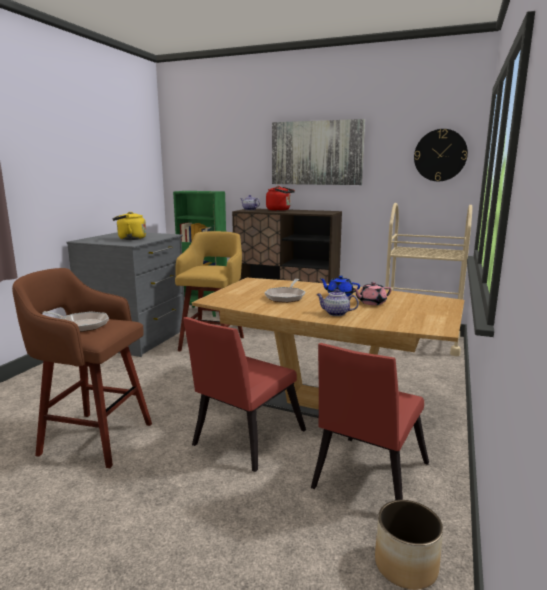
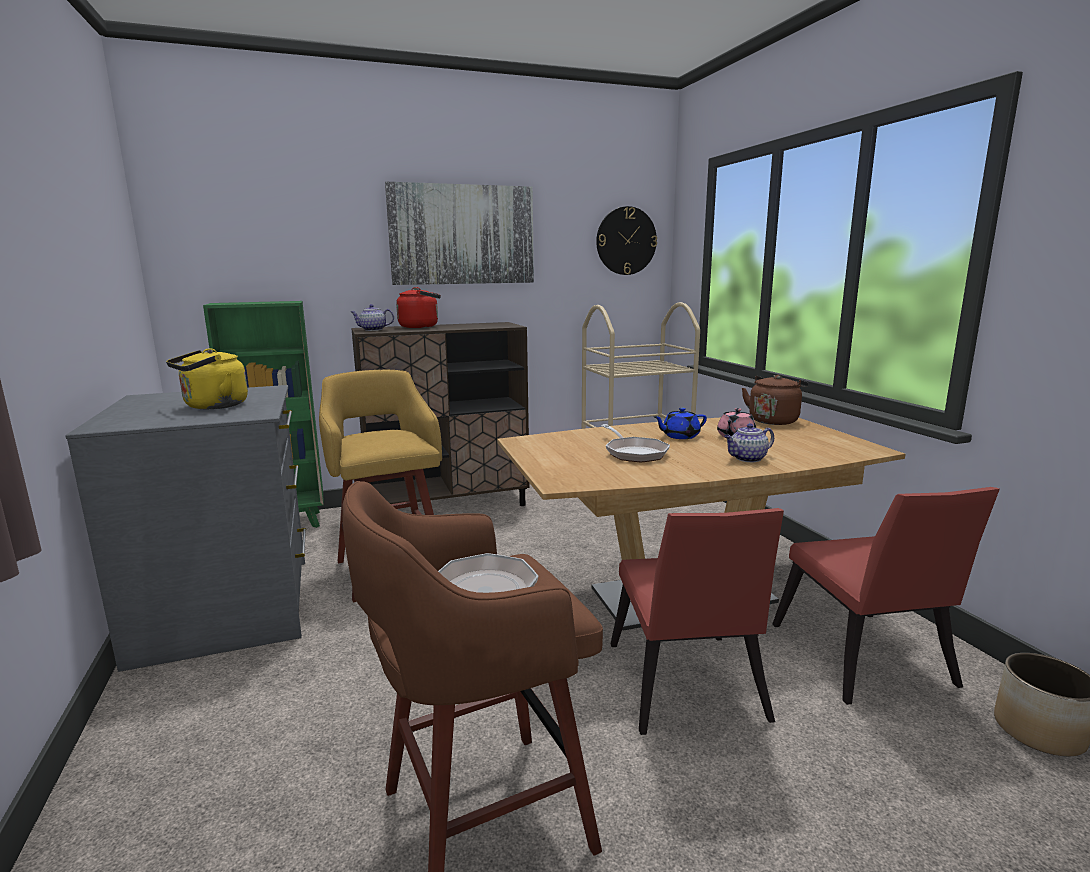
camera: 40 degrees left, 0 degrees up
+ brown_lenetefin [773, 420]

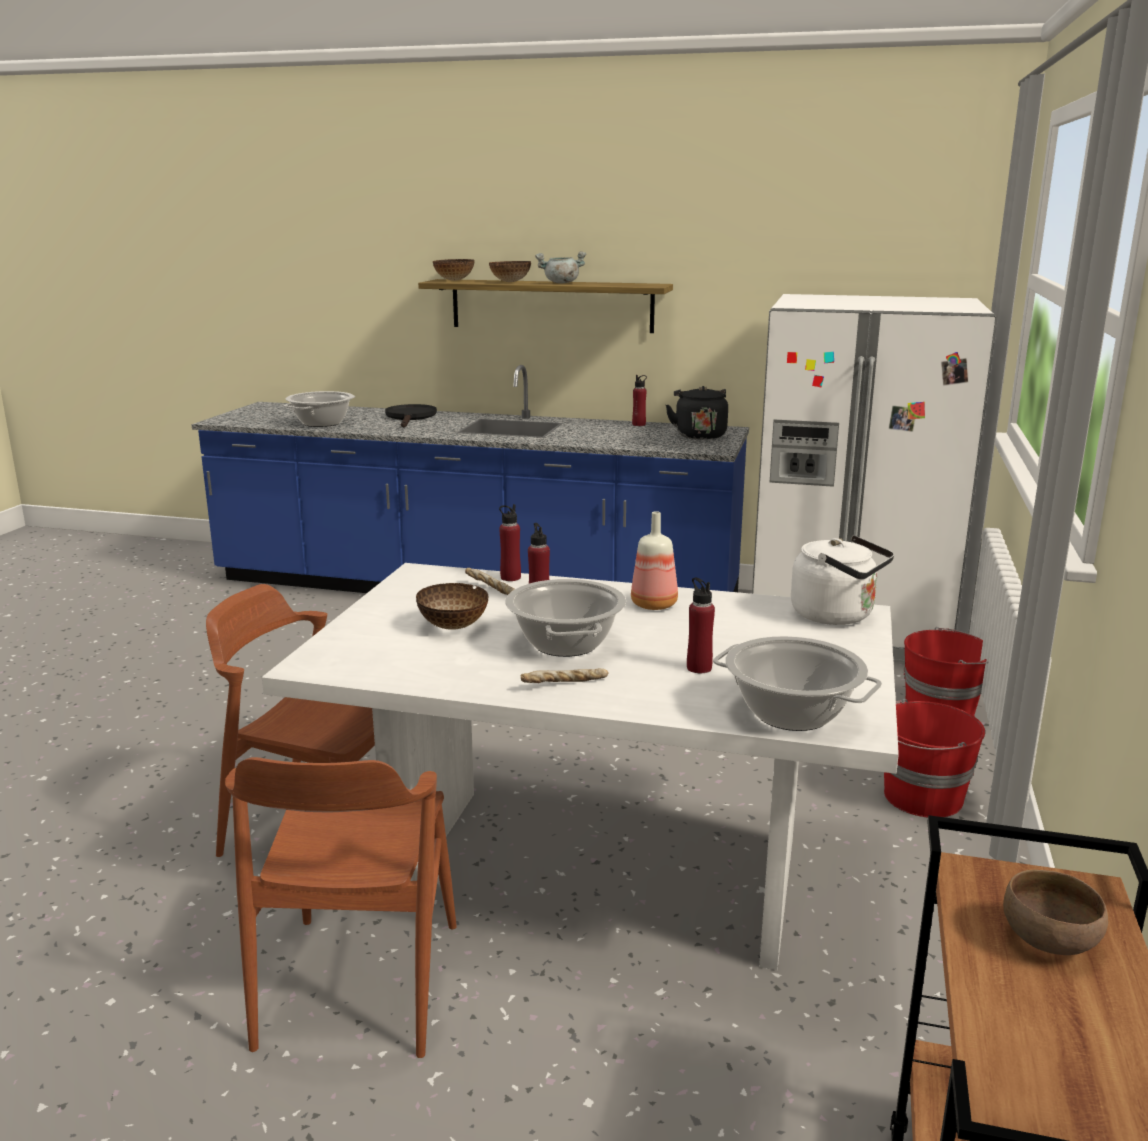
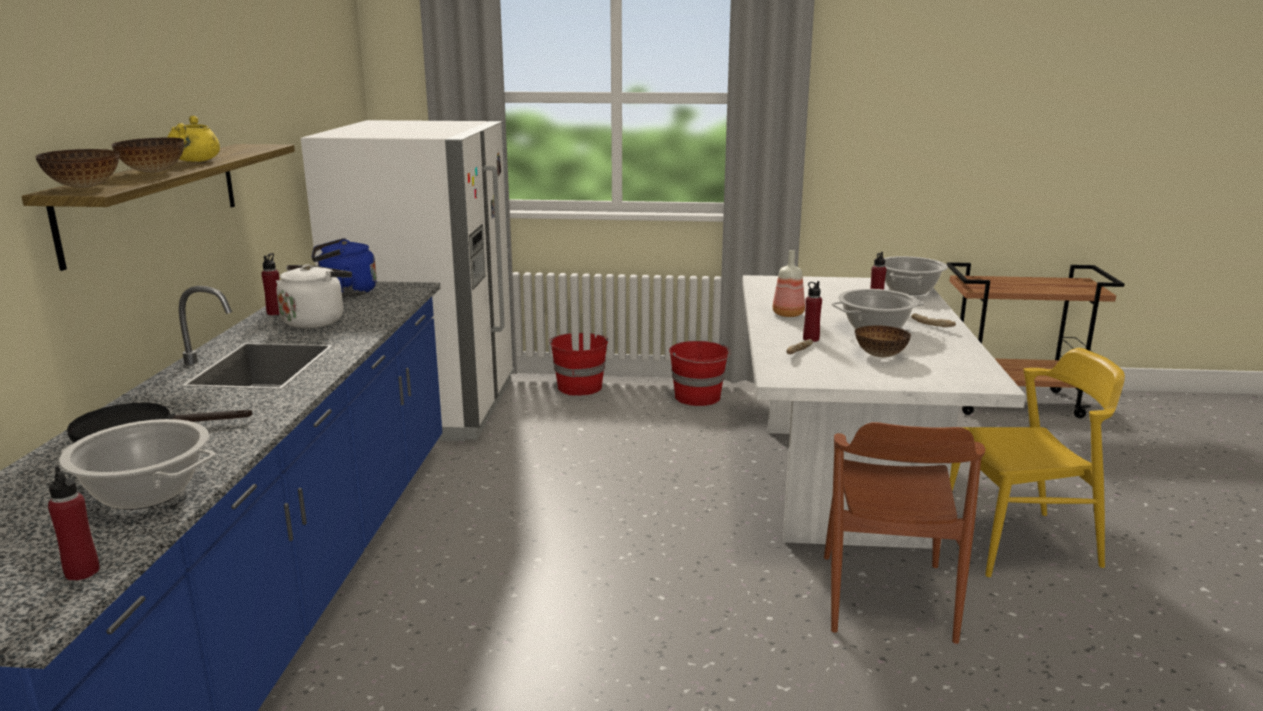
camera: 100 degrees left, 0 degrees up
- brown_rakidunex [1050, 940]
~ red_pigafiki [510, 577] to [82, 572]
~ white_lenetefin [837, 616] to [316, 321]
~ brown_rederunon [359, 984] to yellow_rederunon [1018, 543]
~ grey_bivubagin [561, 283] to yellow_bivubagin [196, 161]
~ black_lenetefin [699, 435] to blue_lenetefin [345, 292]

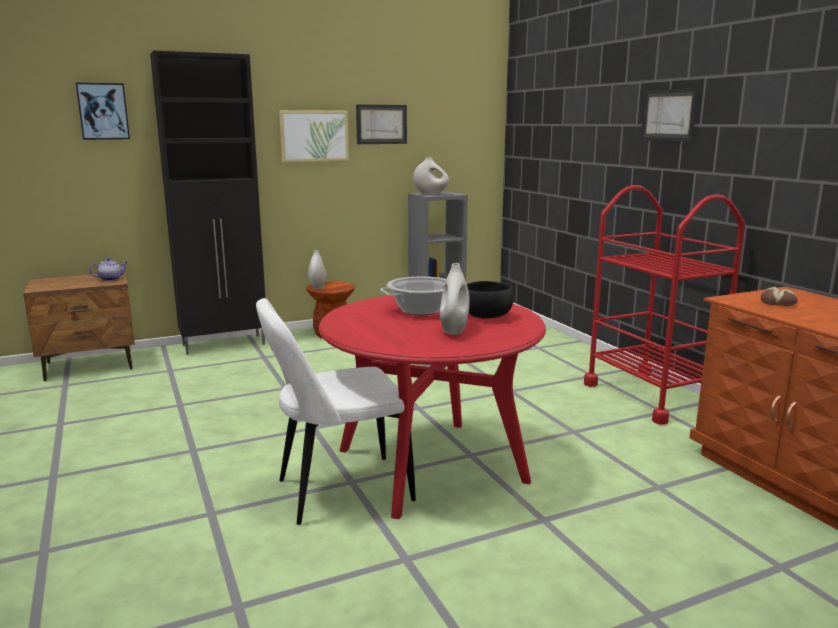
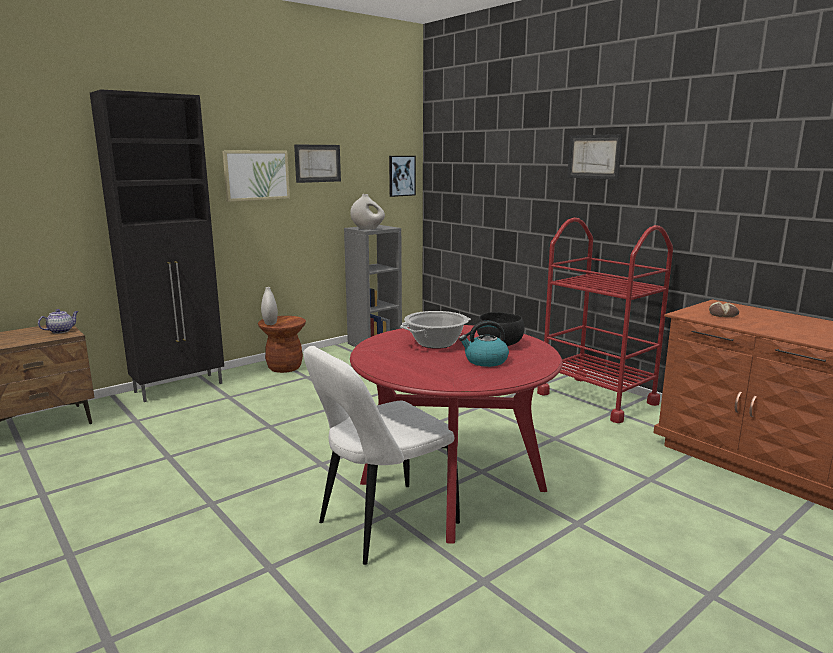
camera: 15 degrees left, 0 degrees up
~ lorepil [103, 111] to [401, 176]
~ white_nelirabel [454, 330] to lenetefin [485, 361]

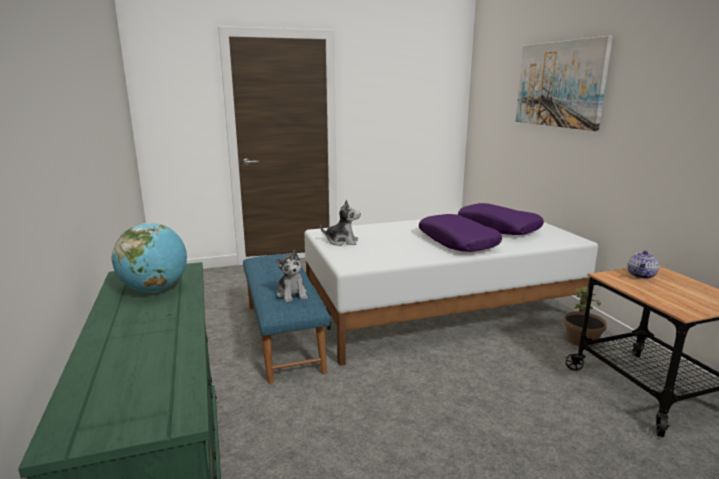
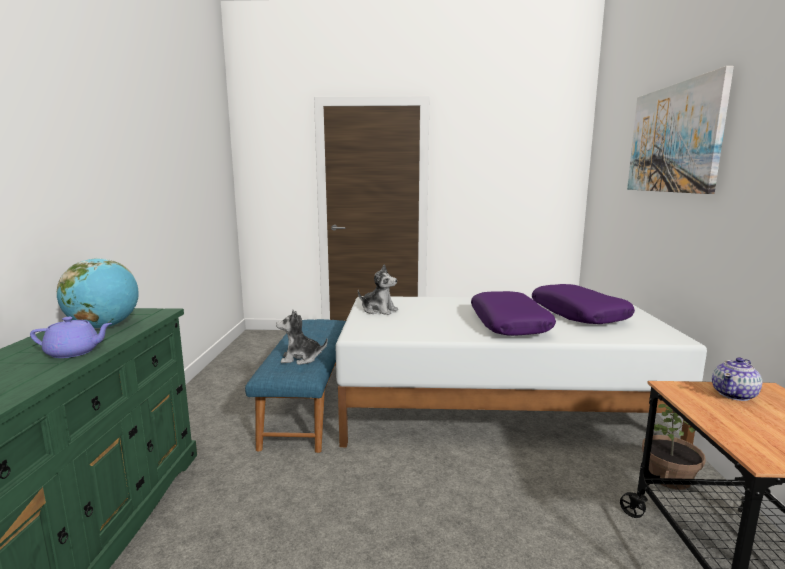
camera: 20 degrees right, 5 degrees down
+ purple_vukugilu [74, 352]
~ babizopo [292, 294] = [300, 358] 90 degrees clockwise

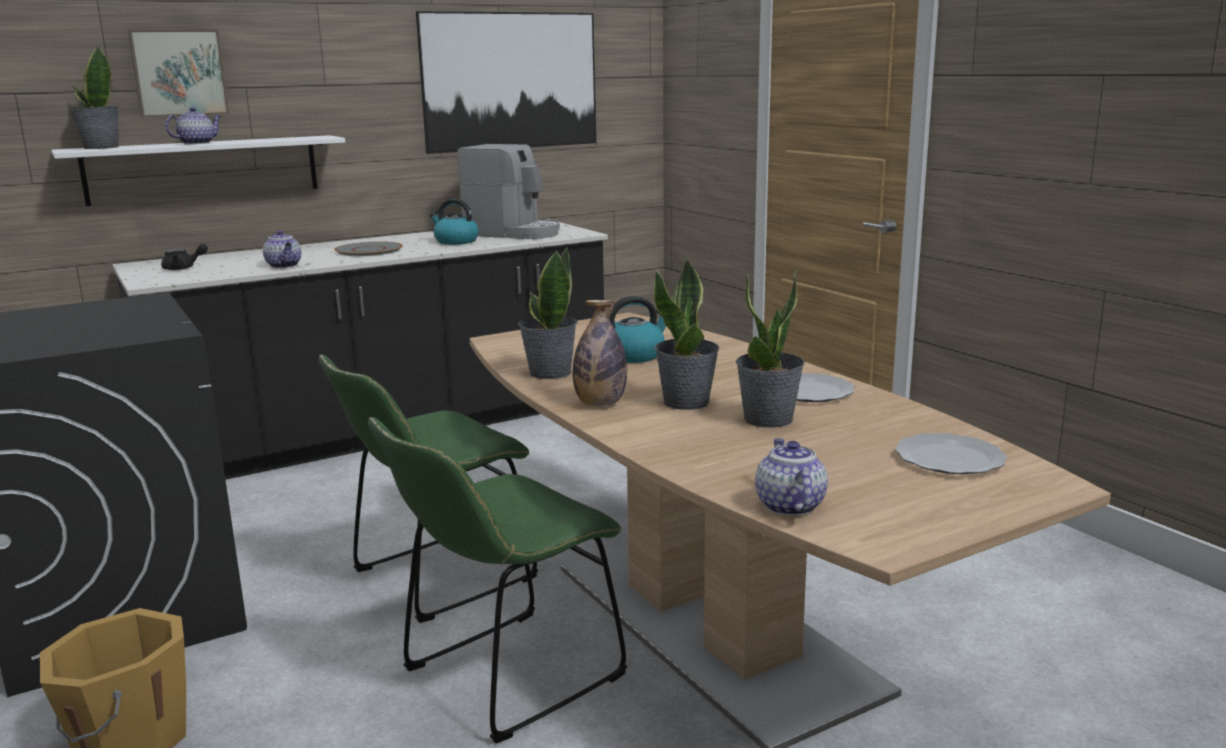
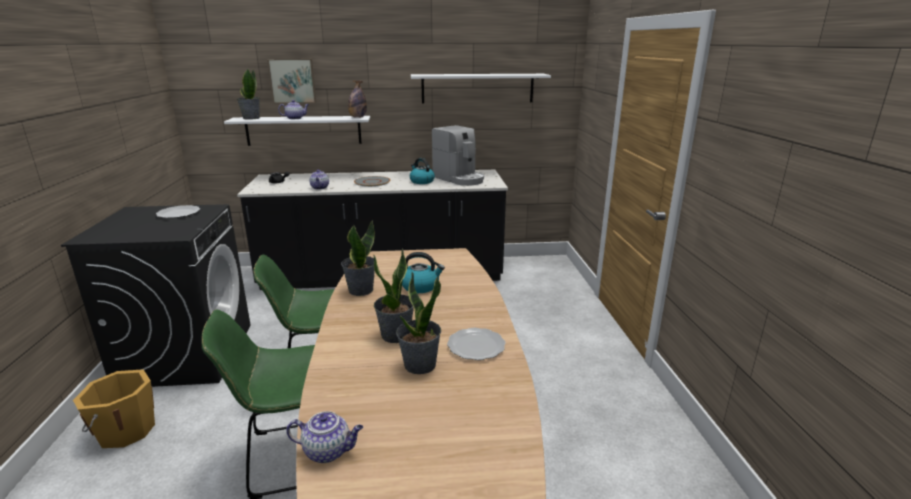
camera: 25 degrees right, 5 degrees up
~ pigafiki [600, 404] to [358, 117]
~ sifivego [951, 459] to [178, 214]
~ lorepil [511, 81] to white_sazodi [477, 88]
~ vukugilu [788, 505] = [328, 451] 75 degrees clockwise

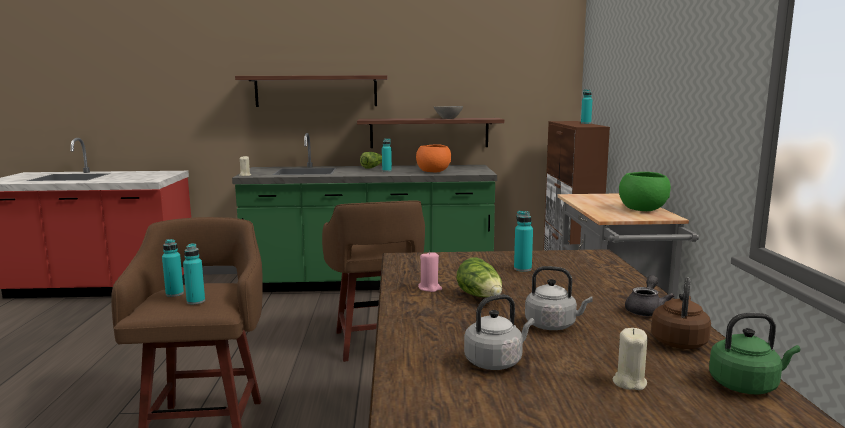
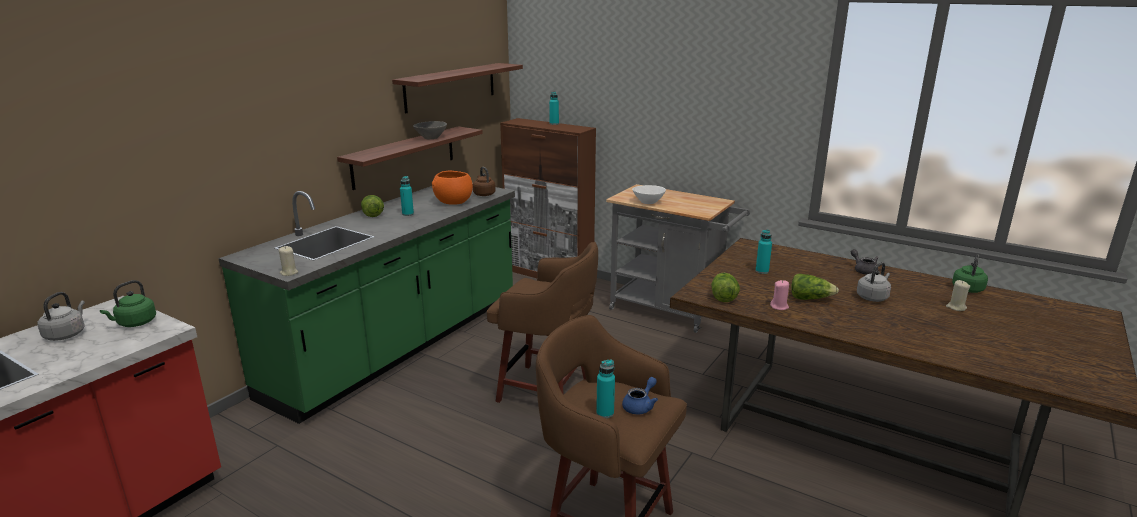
camera: 55 degrees left, 10 degrees up
- green_rakidunex [642, 209]
+ green_lenetefin [135, 323]
+ white_rakidunex [648, 202]
+ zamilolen [723, 296]
~ sazodi [316, 91] to [451, 87]
~ grey_lenetefin [496, 361] to [66, 334]
~ brown_lenetefin [679, 341] to [483, 194]
~ turquoise_pigafiki [196, 301] to blue_vukugilu [640, 406]

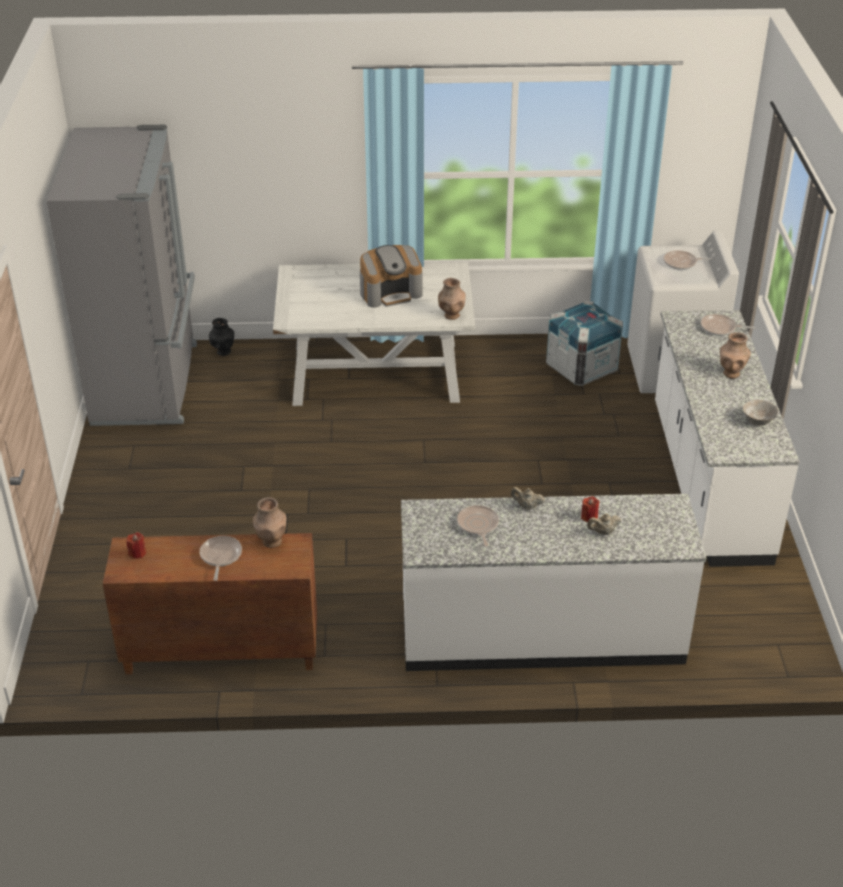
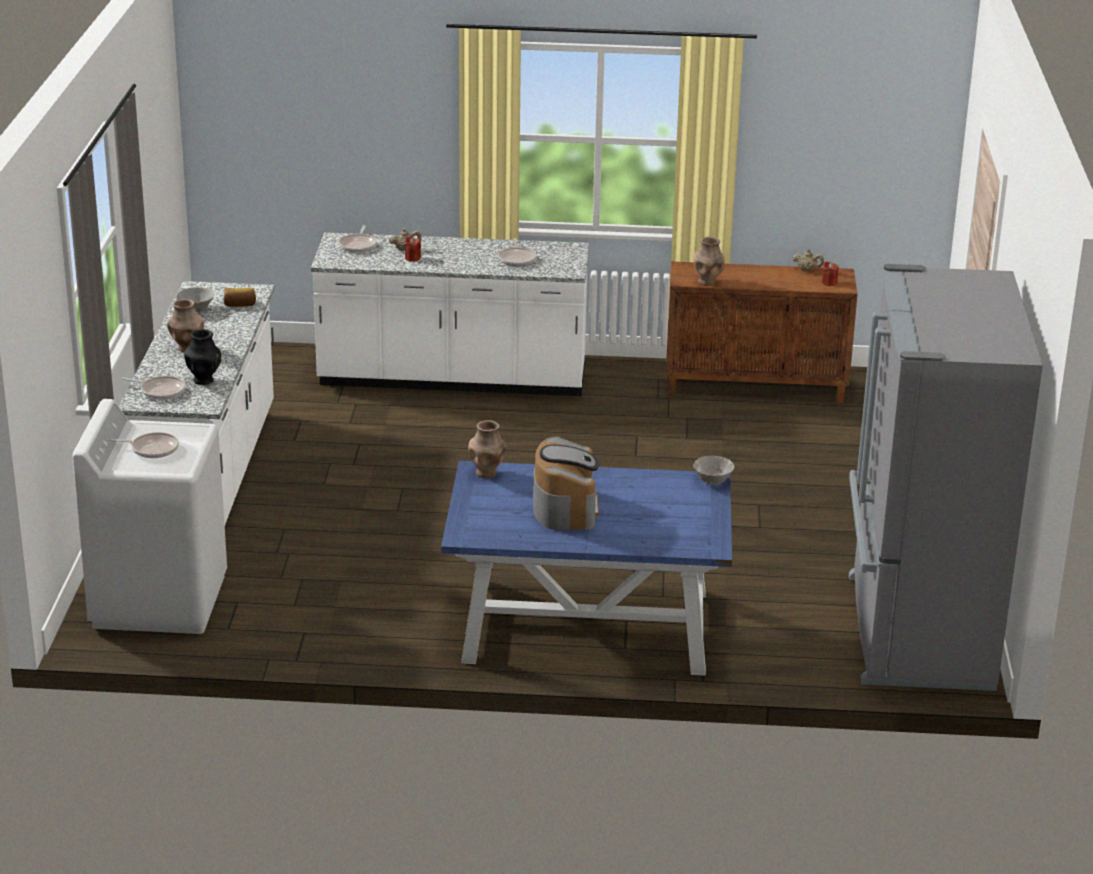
camera: 175 degrees left, 10 degrees down
- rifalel [581, 368]
+ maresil [240, 305]
+ grey_rakidunex [712, 481]
~ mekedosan [220, 556] to [358, 245]
~ black_nelirabel [223, 352] to [204, 380]
~ beige_vukugilu [526, 506] to [807, 270]
~ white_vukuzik [377, 372] to blue_vukuzik [585, 625]
~ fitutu [391, 293] = [565, 508] 105 degrees clockwise

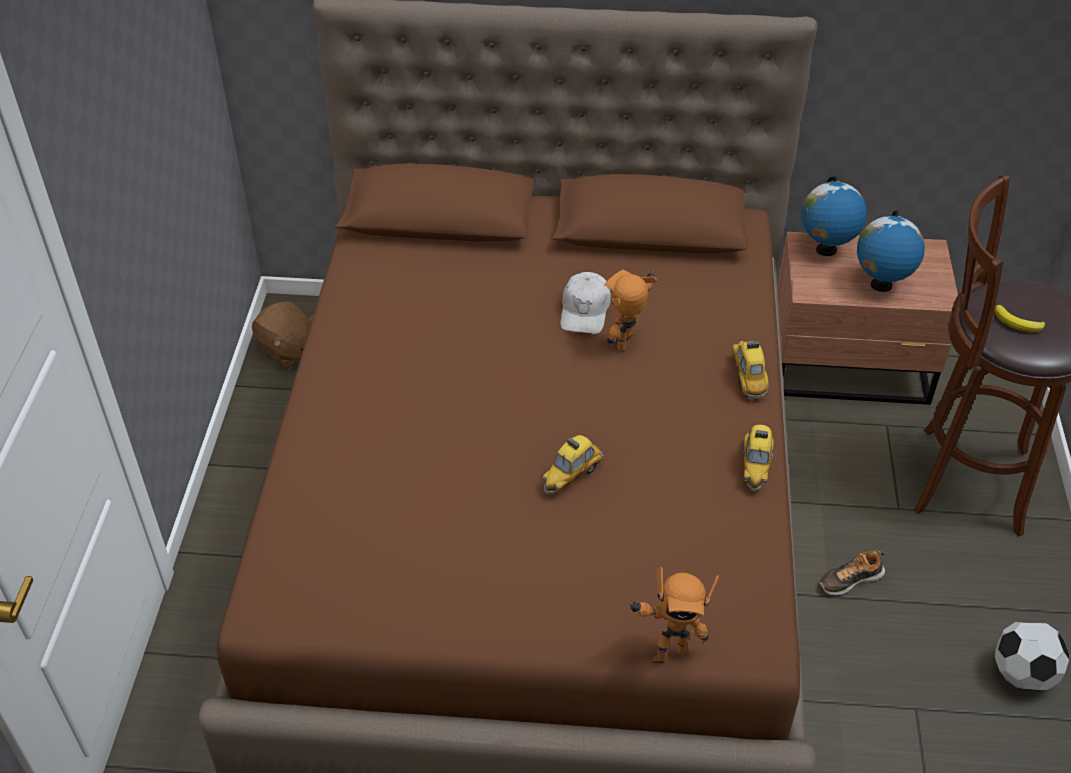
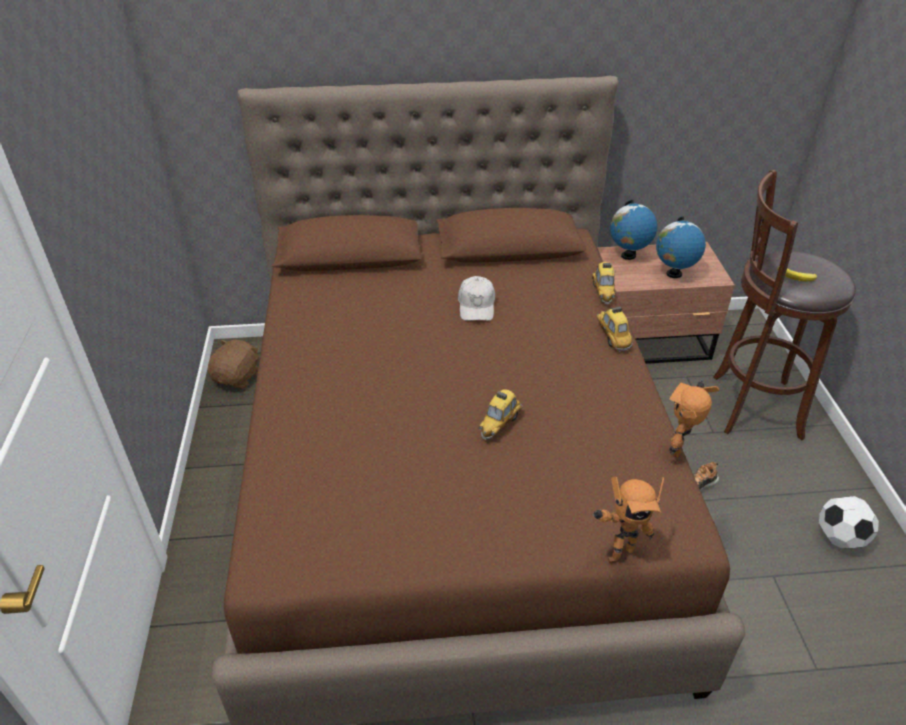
camera: 10 degrees left, 5 degrees down
~ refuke [629, 344] to [680, 449]
~ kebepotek [755, 466] to [603, 292]
~ brown_babizopo [289, 351] = [238, 377] 105 degrees counterclockwise

